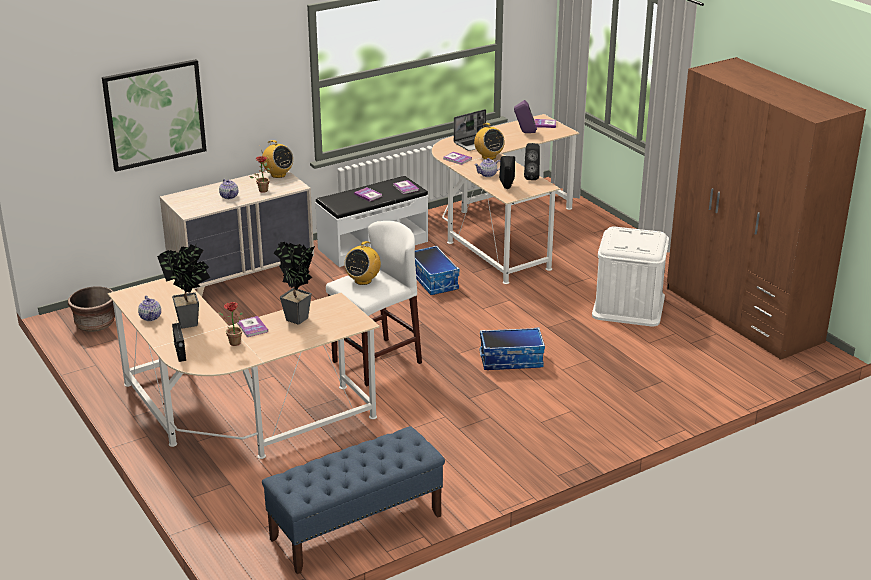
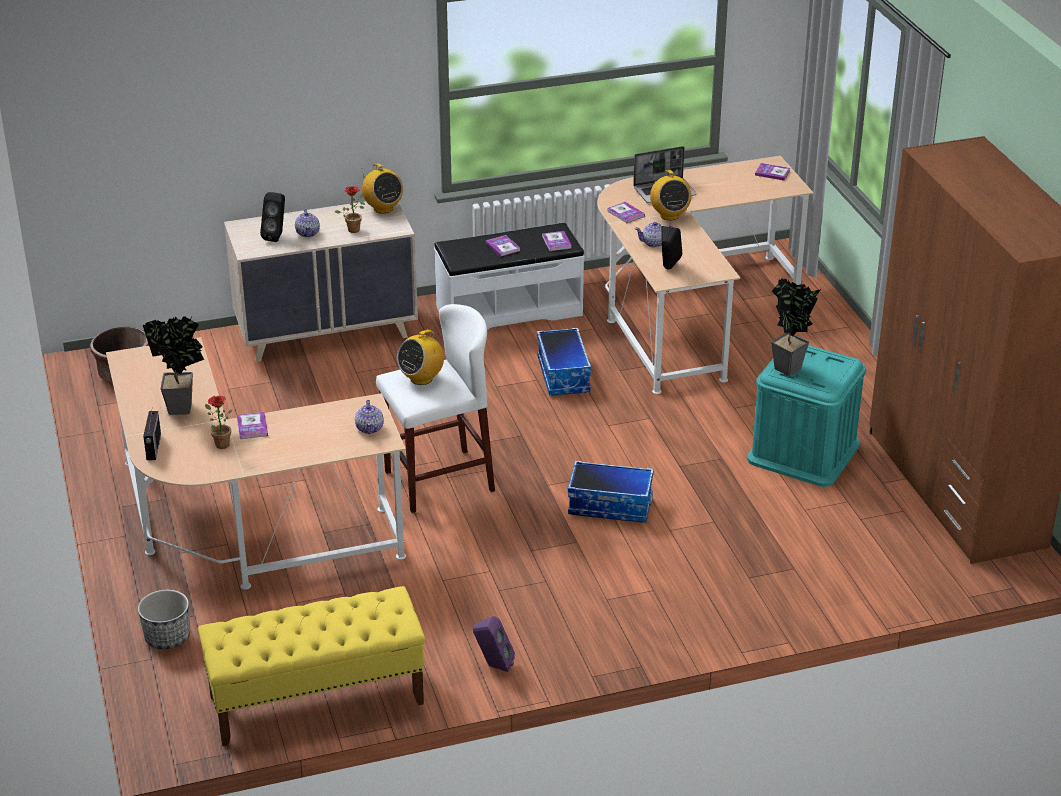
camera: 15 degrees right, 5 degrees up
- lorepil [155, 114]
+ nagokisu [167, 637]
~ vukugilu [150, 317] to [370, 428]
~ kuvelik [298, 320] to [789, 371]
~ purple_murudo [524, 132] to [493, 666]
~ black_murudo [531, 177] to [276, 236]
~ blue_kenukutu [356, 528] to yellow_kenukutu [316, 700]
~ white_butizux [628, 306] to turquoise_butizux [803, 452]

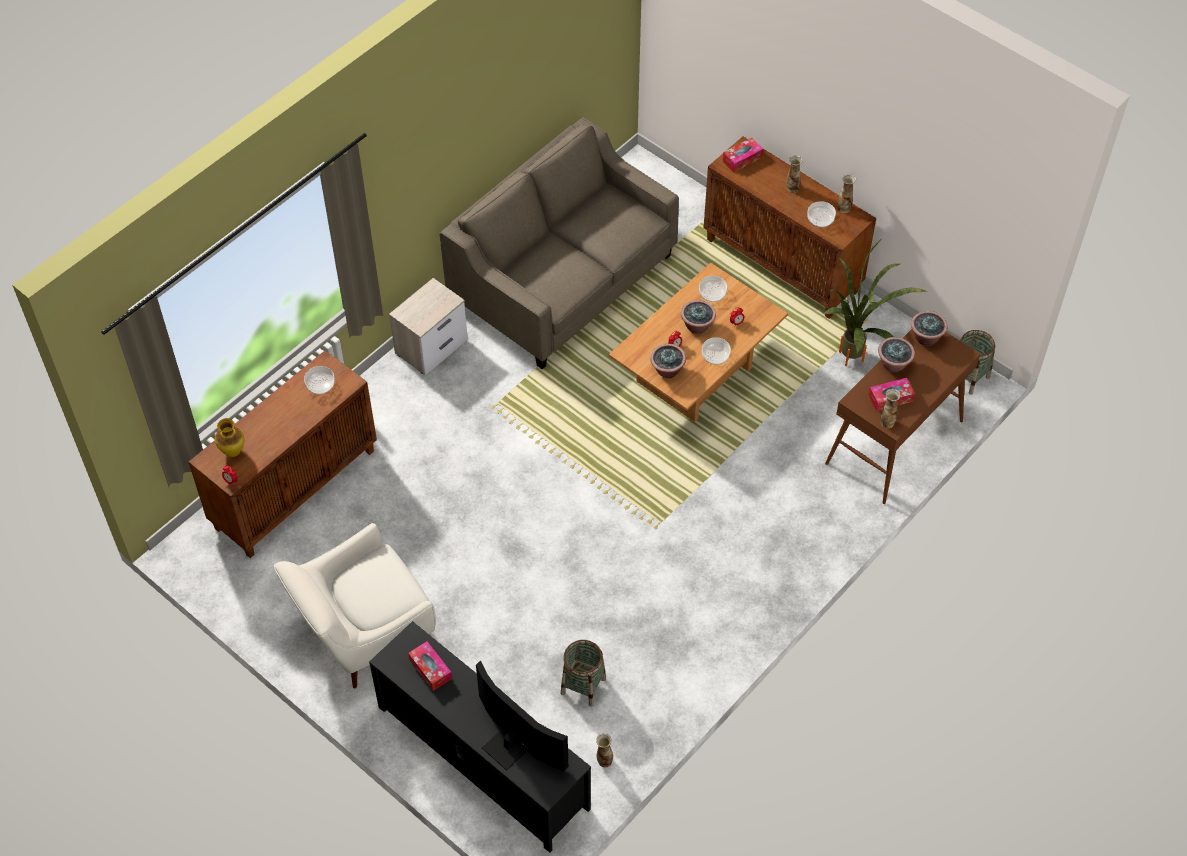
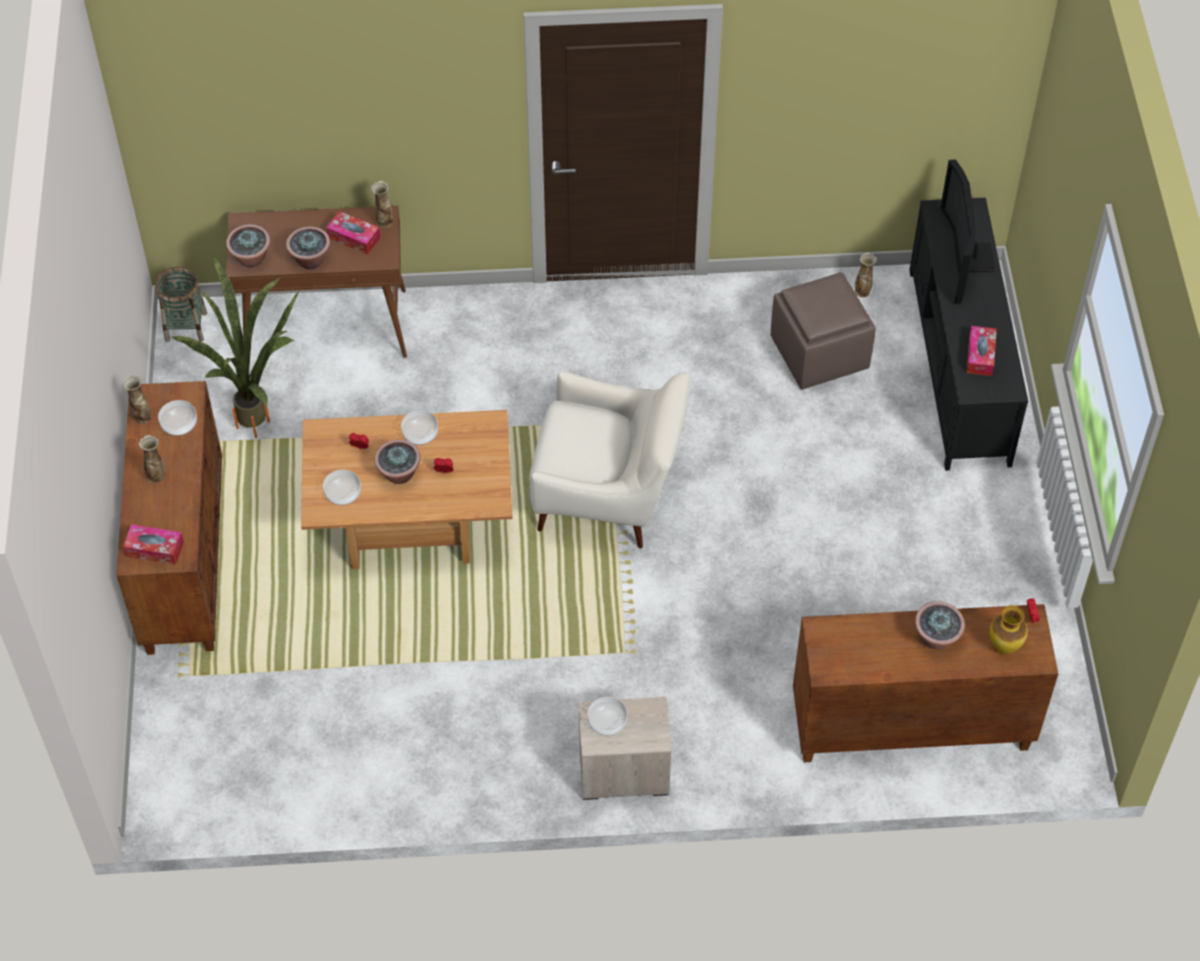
camera: 135 degrees left, 0 degrees up
- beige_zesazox [563, 280]
~ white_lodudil [364, 635] to [609, 496]
~ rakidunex [320, 385] to [607, 722]
~ kuvelik [667, 371] to [936, 638]
~ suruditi [583, 686] to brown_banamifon [820, 353]

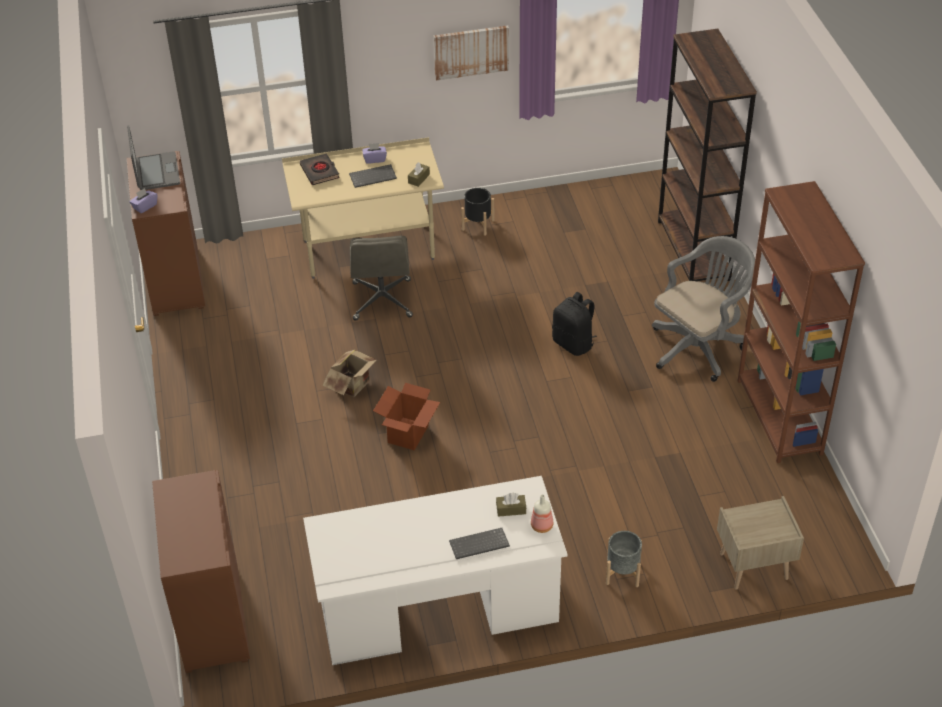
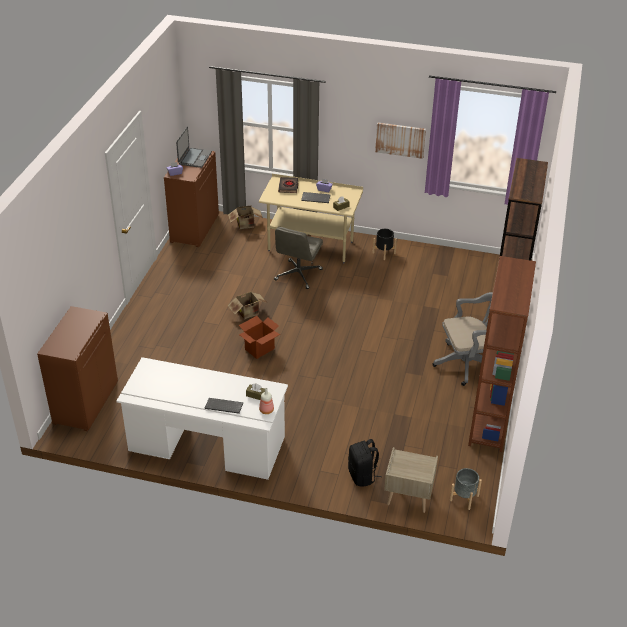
camera: 25 degrees right, 5 degrees down
+ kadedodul [246, 225]
~ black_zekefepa [574, 344] to [362, 476]
~ grey_nagokisu [623, 573] to [464, 498]

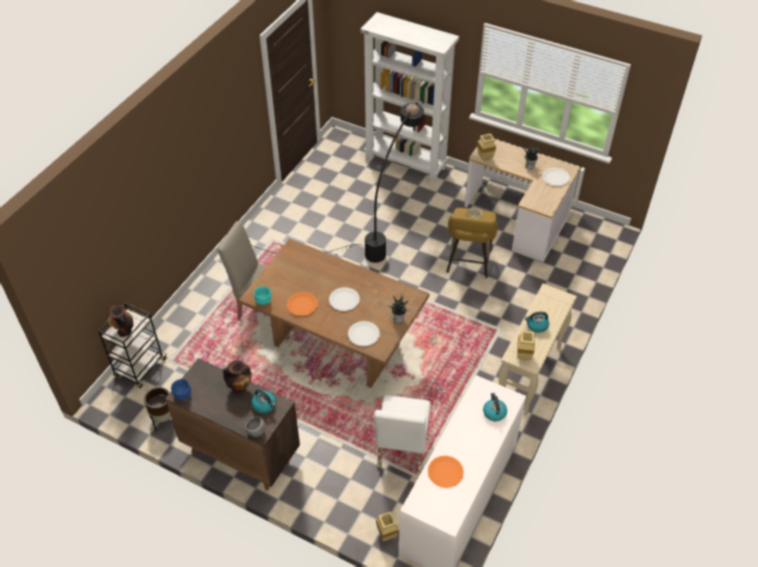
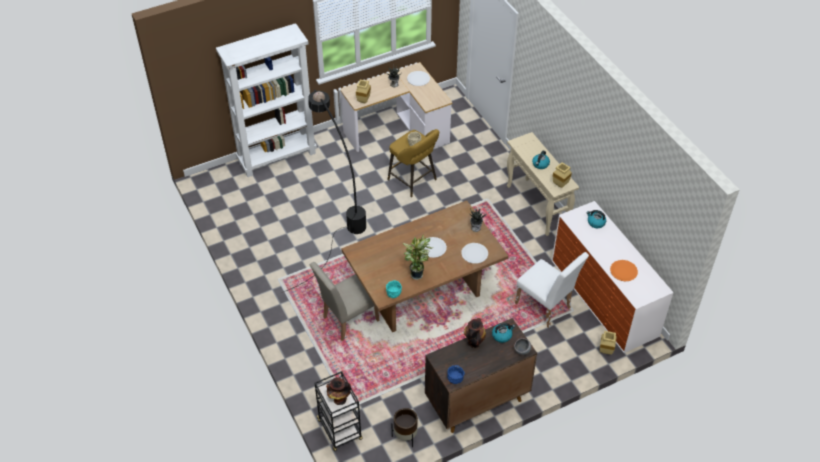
camera: 55 degrees left, 0 degrees up
~ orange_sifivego [302, 305] to kuvelik [417, 273]

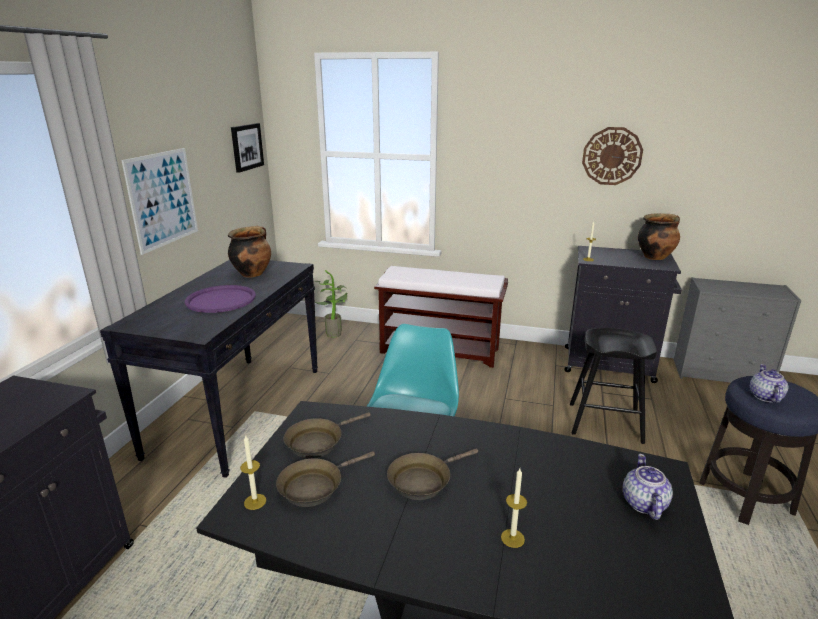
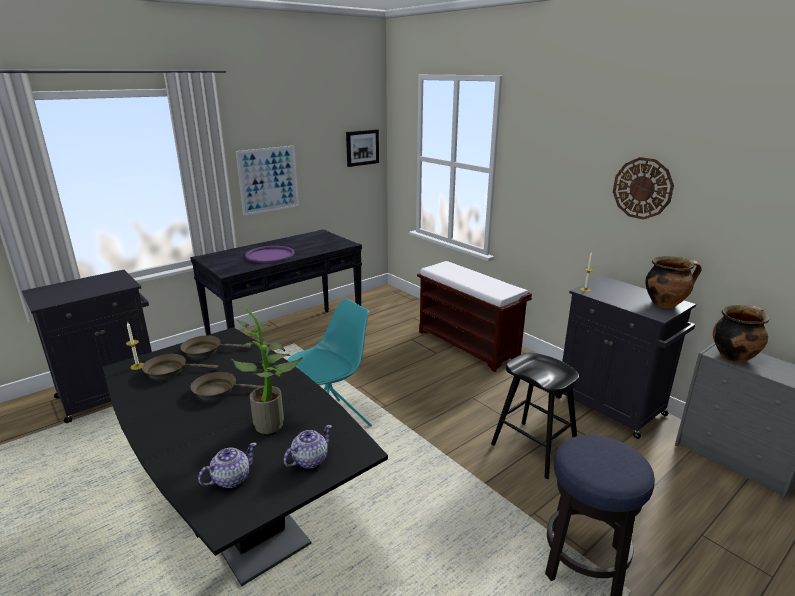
camera: 35 degrees right, 0 degrees up
- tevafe [512, 538]
~ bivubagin [252, 273] to [733, 356]
~ kuvelik [334, 333] to [273, 423]
~ vukugilu [765, 397] to [230, 479]

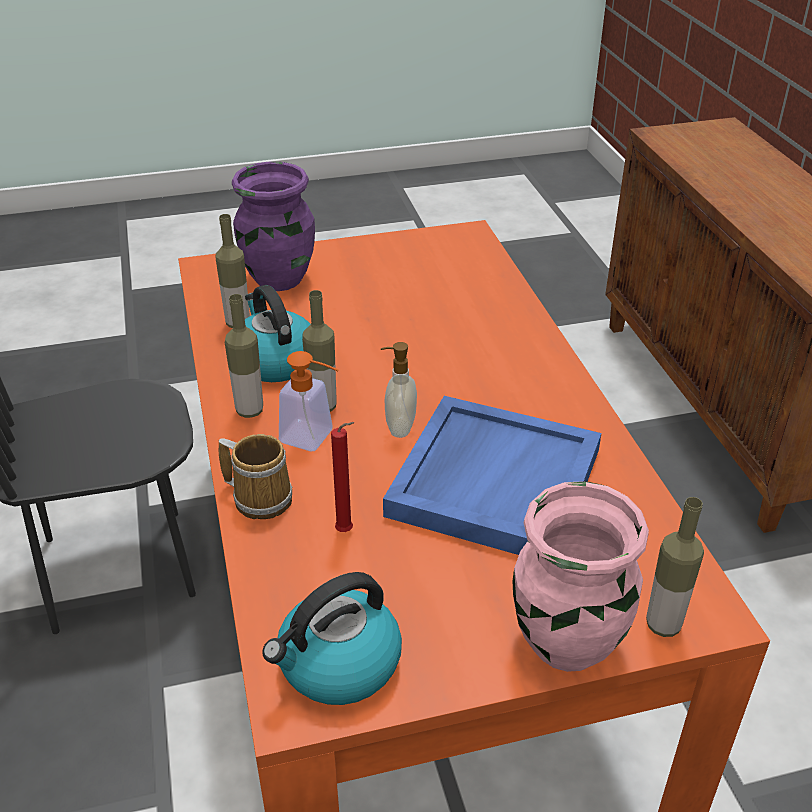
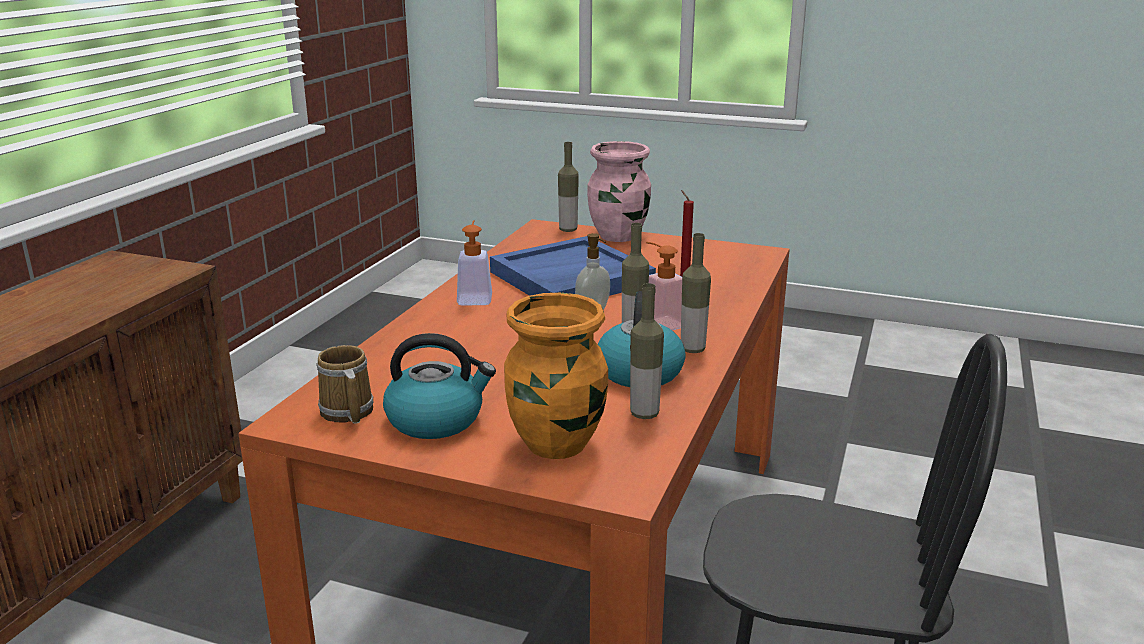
camera: 145 degrees left, 15 degrees down
+ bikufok [475, 297]
~ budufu [261, 497] to [346, 412]
~ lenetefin [338, 665] to [436, 419]
~ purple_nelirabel [278, 279] to orange_nelirabel [557, 444]

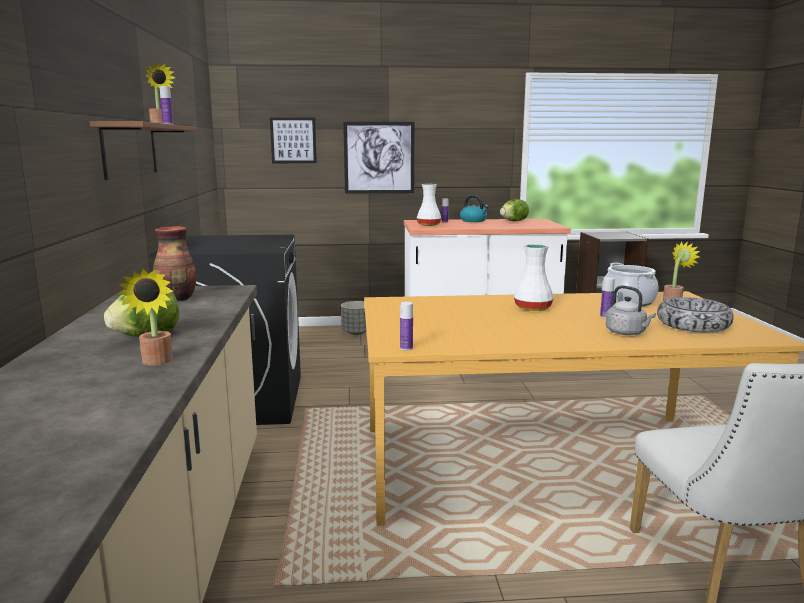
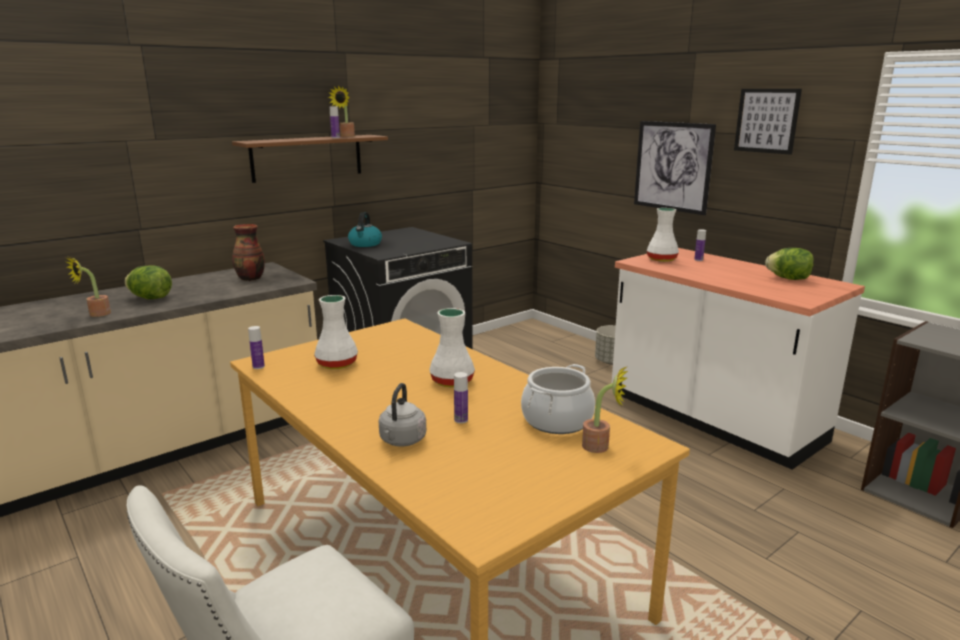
camera: 55 degrees right, 5 degrees up
- rakidunex [693, 325]
+ white_nelirabel [336, 364]
~ lorepil [293, 140] to [766, 120]
~ lenetefin [473, 221] to [365, 244]

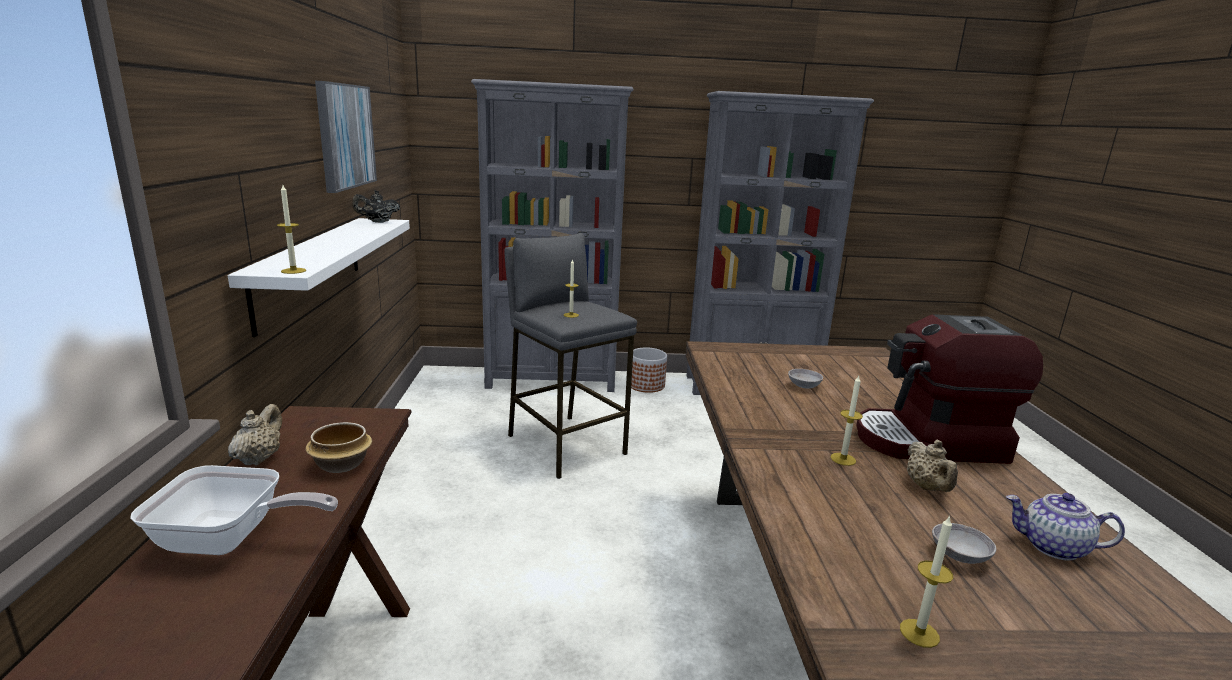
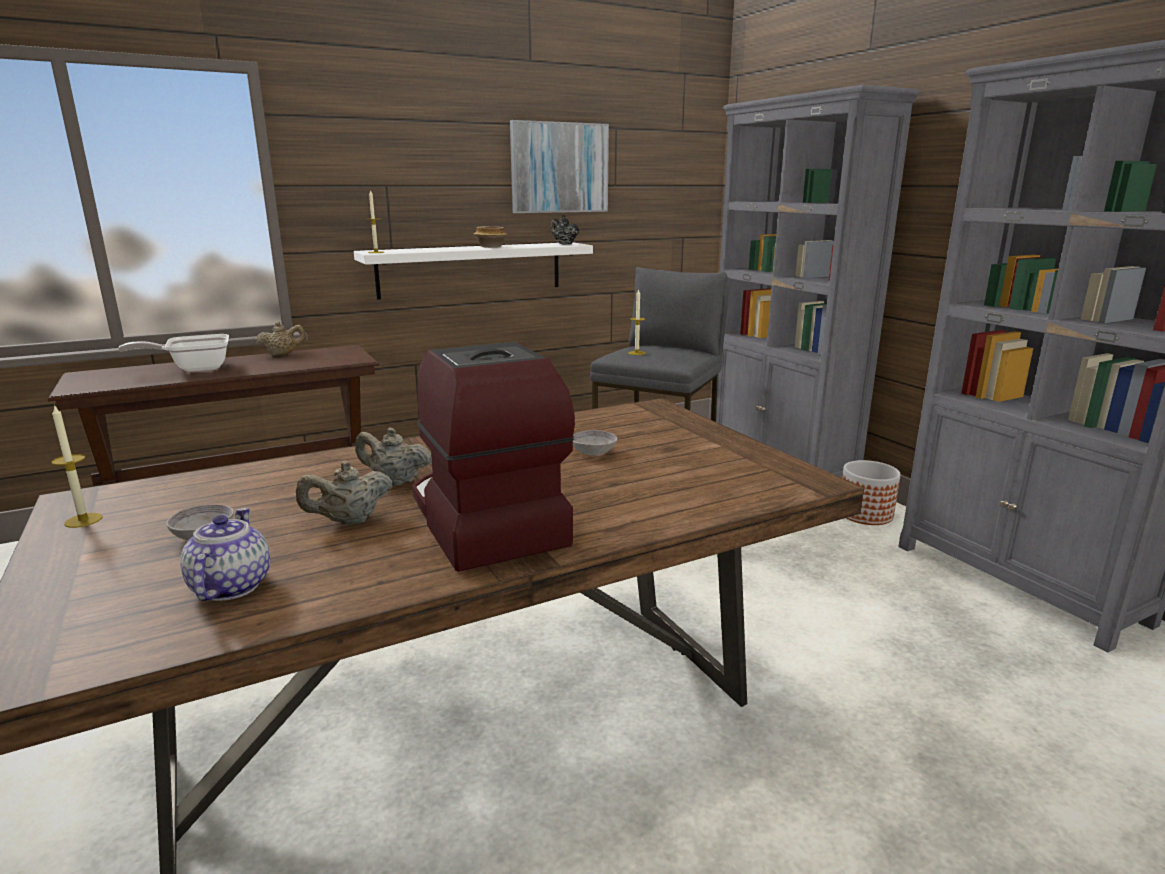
camera: 65 degrees right, 0 degrees up
~ rakidunex [340, 464] to [490, 247]
~ tevafe [843, 459] to beige_vukugilu [395, 481]
~ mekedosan [230, 540] = [194, 368] 90 degrees clockwise

